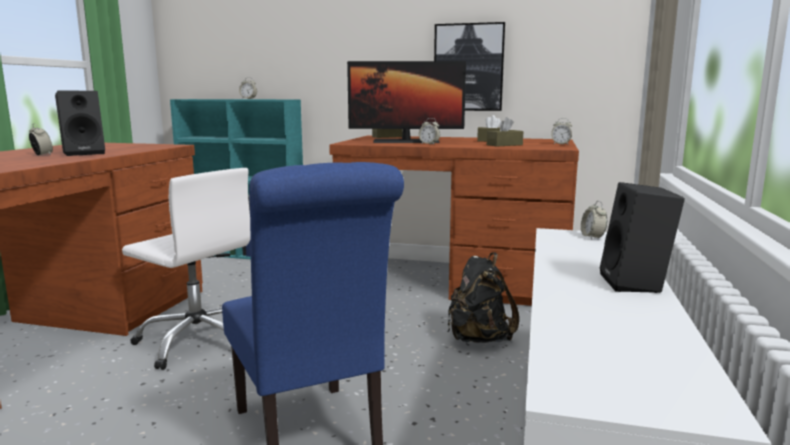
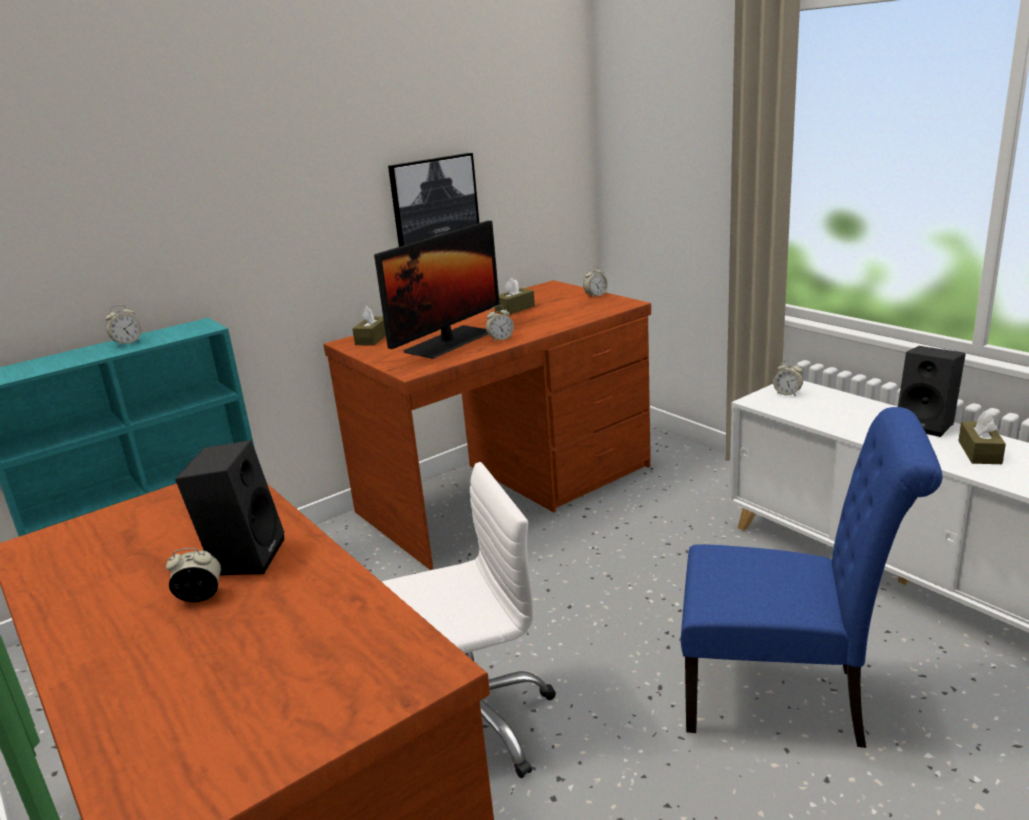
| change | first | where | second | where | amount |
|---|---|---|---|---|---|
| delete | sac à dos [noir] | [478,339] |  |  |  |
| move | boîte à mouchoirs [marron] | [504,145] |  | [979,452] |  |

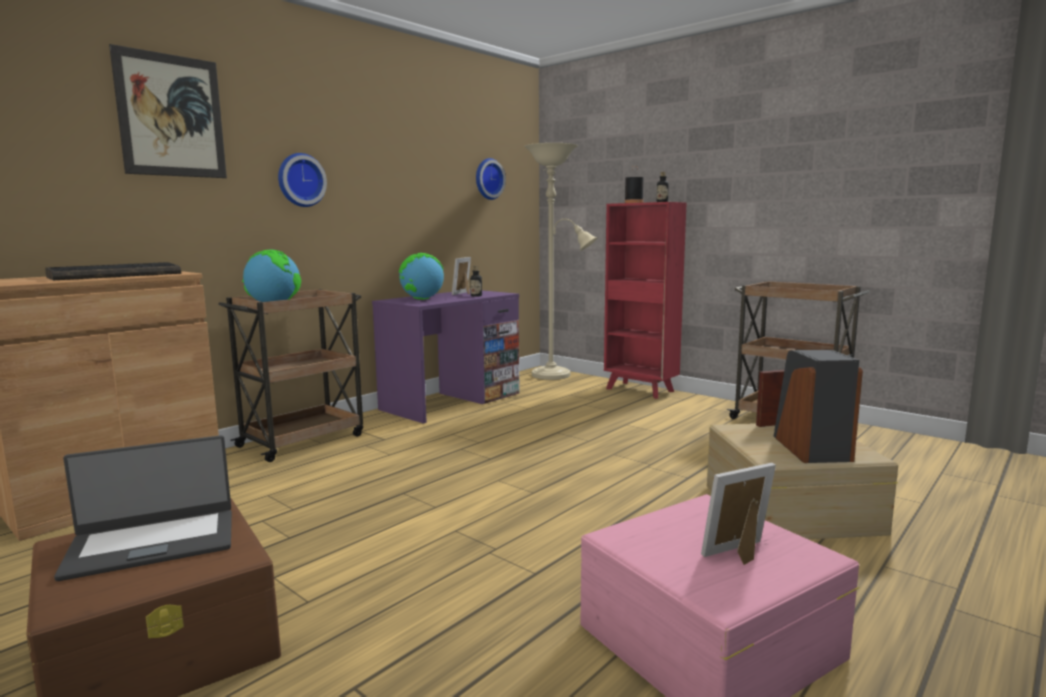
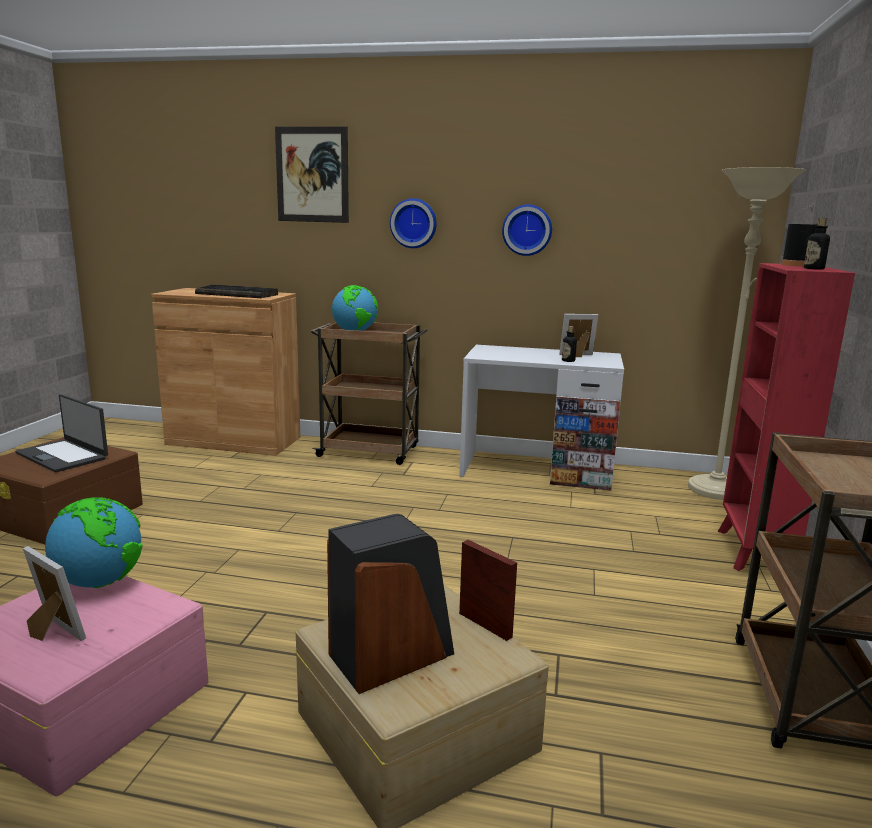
| change | first | where | second | where | amount |
|---|---|---|---|---|---|
| move | globe | [422,299] |  | [99,583] |  |
| move | horloge murale | [487,179] |  | [527,230] |  |
| recolor | bureau [violet] | [451,401] | bureau [blanc] | [536,470] |  |

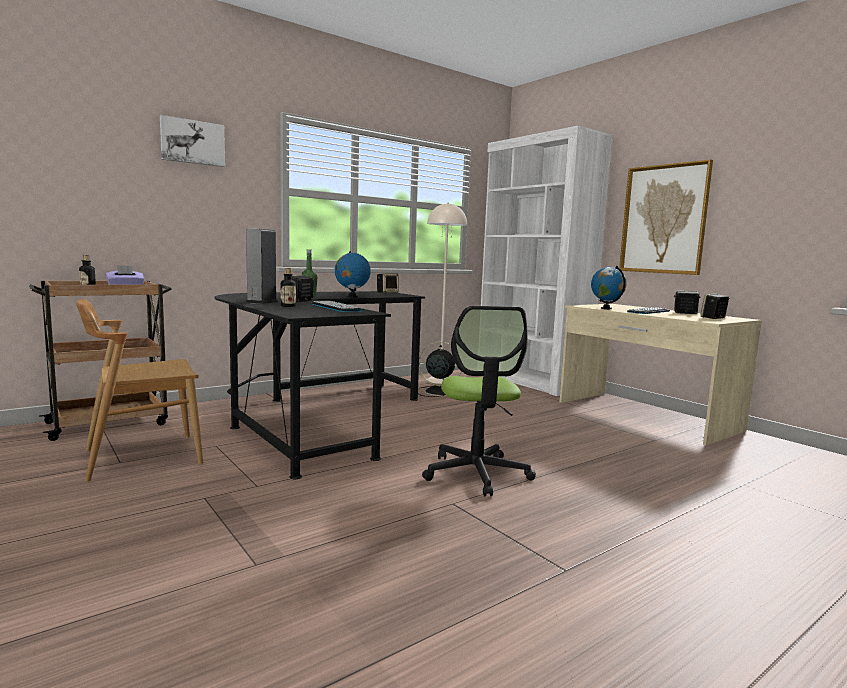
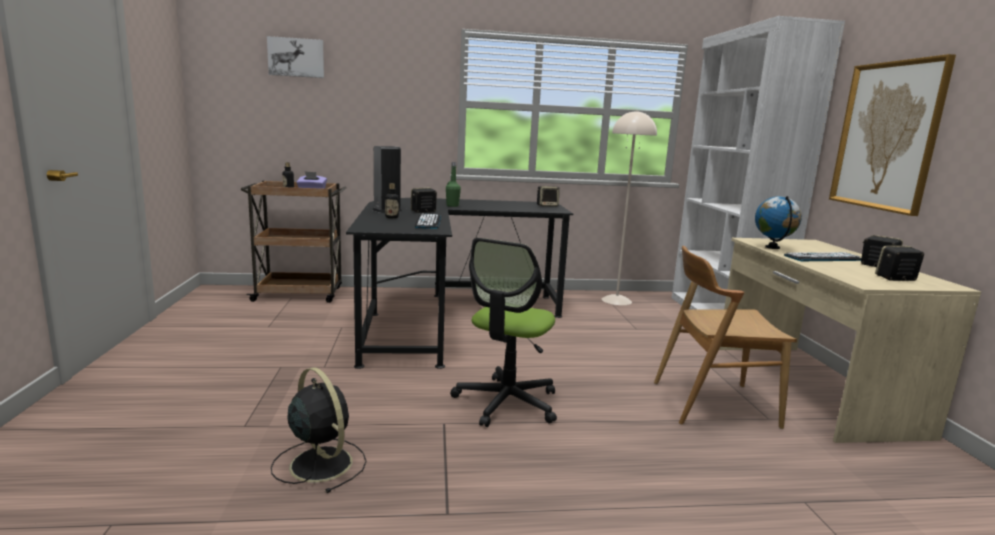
| change | first | where | second | where | amount |
|---|---|---|---|---|---|
| delete | globe | [352,297] |  |  |  |
| move | chaise [marron] | [142,457] |  | [713,403] |  |
| move | tableau | [192,142] |  | [296,57] |  |
| move | ventilateur [noir] | [437,392] |  | [319,463] |  |

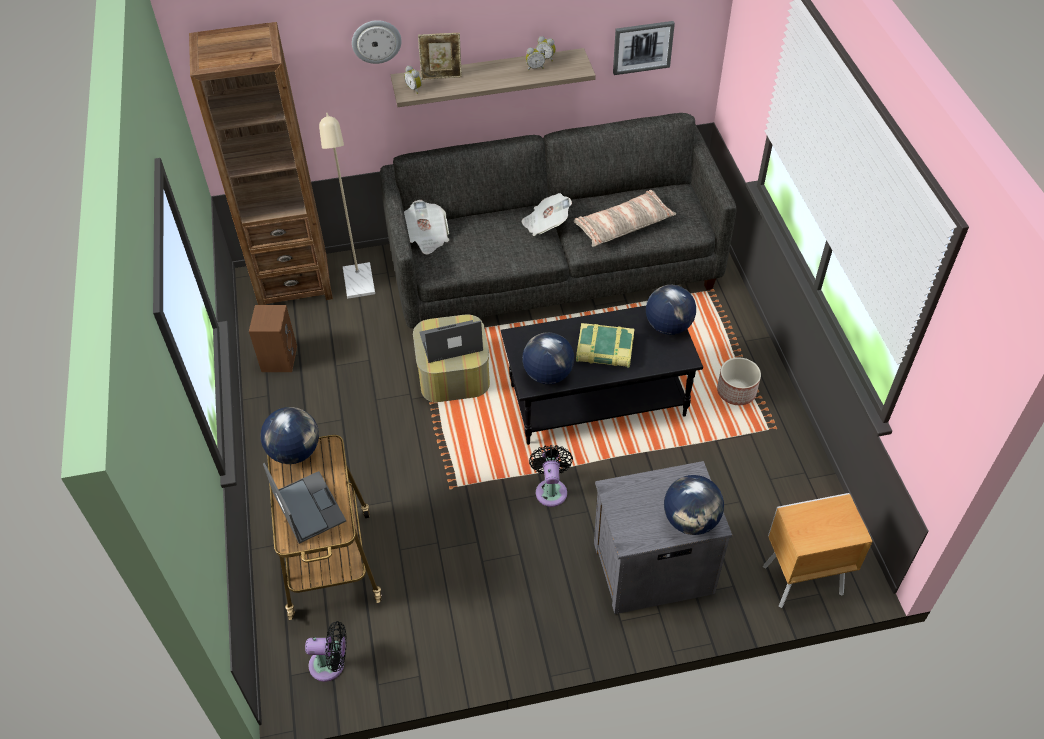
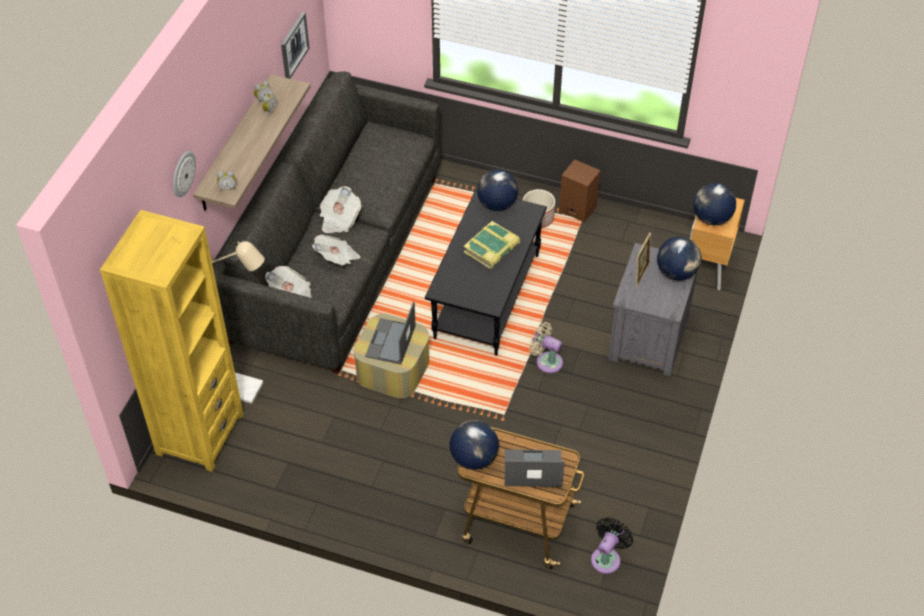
| change | first | where | second | where | amount |
|---|---|---|---|---|---|
| delete | coussin | [623,225] |  |  |  |
| insert |  |  | journal | [337,258] |  |
| move | enceinte [marron] | [278,358] |  | [576,209] |  |
| move | cadre photo | [442,77] |  | [641,274] |  |
| move | globe | [547,374] |  | [711,218] |  |
| recolor | bibliothèque [marron] | [294,283] | bibliothèque [jaune] | [199,434] |  |
| recolor | ventilateur [noir] | [551,489] | ventilateur [beige] | [546,361] |  |

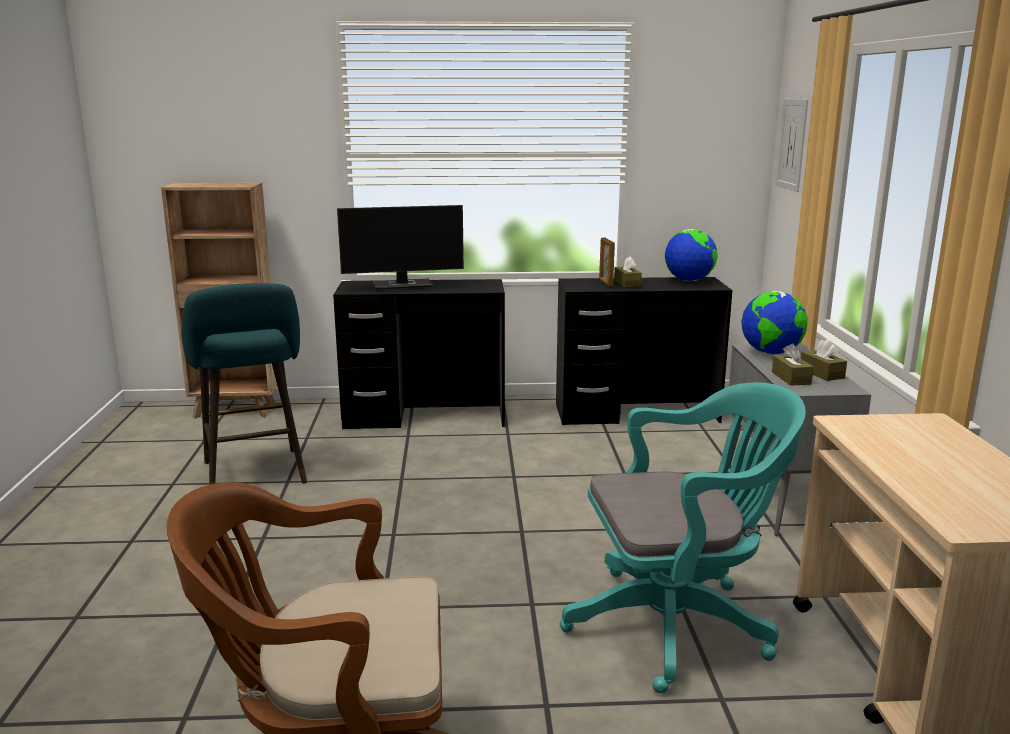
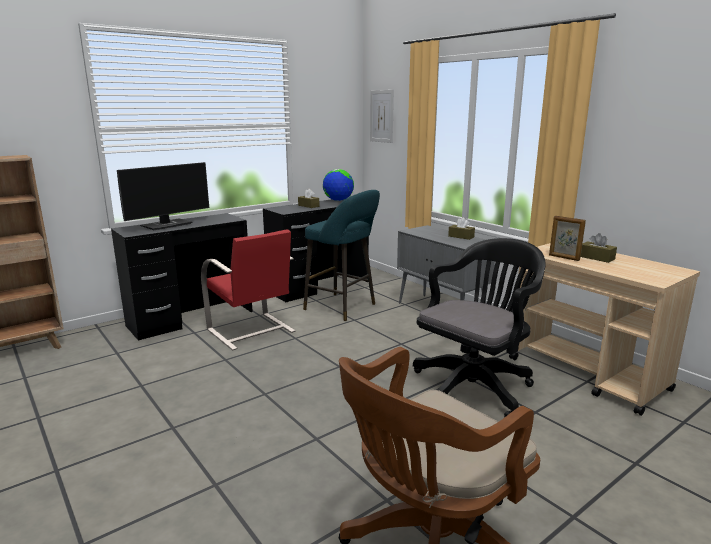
| change | first | where | second | where | amount |
|---|---|---|---|---|---|
| delete | globe | [771,353] |  |  |  |
| insert |  |  | chaise [rouge] | [251,331] |  |
| move | tabouret [turquoise] | [255,475] |  | [343,307] |  |
| move | cadre photo | [605,283] |  | [564,258] |  |
| move | boîte à mouchoirs [marron] | [791,378] |  | [596,258] |  |
| recolor | chaise de bureau [turquoise] | [678,625] | chaise de bureau [noir] | [475,386] |  |

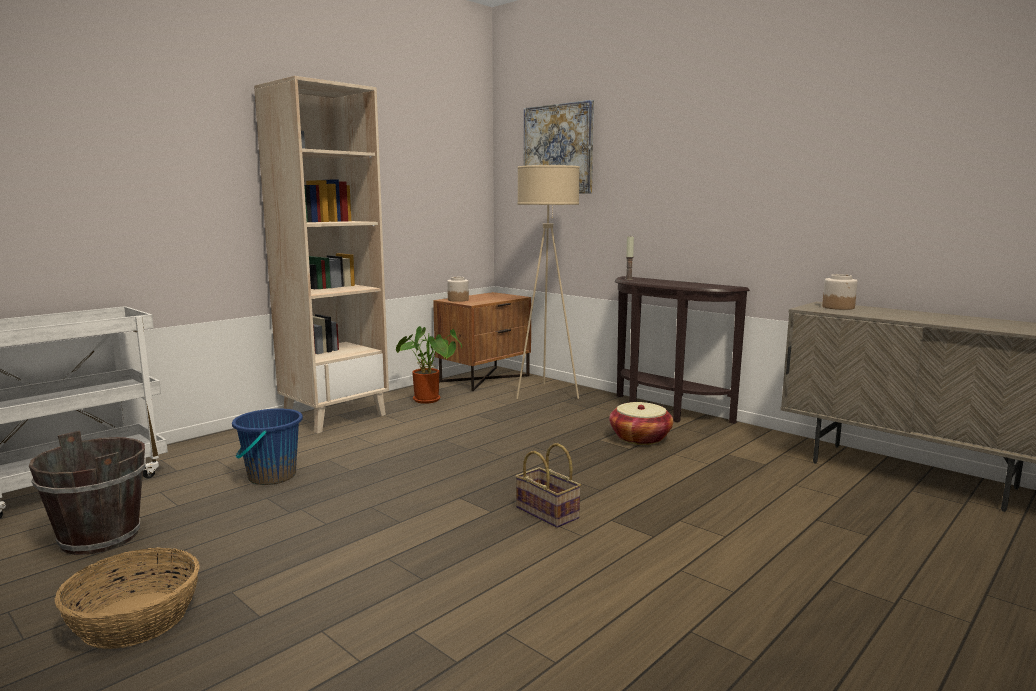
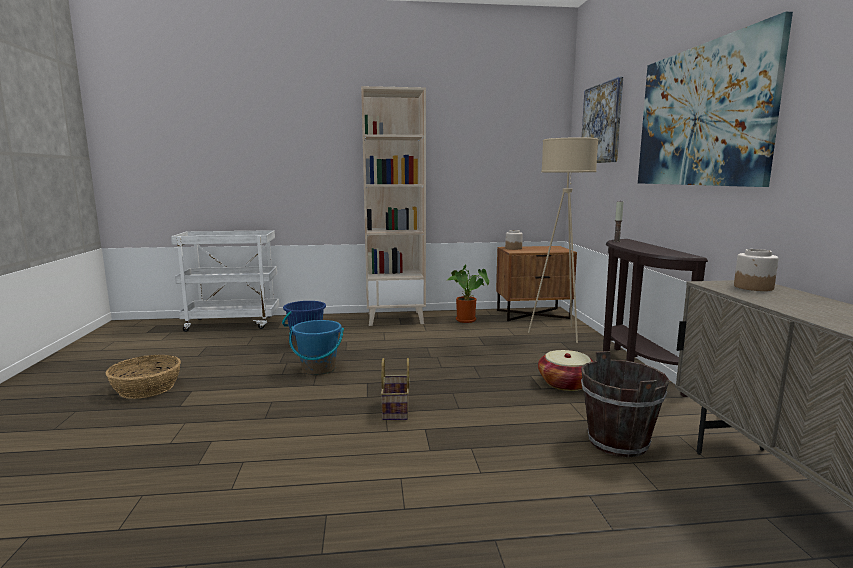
| change | first | where | second | where | amount |
|---|---|---|---|---|---|
| insert |  |  | seau [bleu] | [318,369] |  |
| insert |  |  | tableau | [701,116] |  |
| move | seau [marron] | [101,537] |  | [618,442] |  |

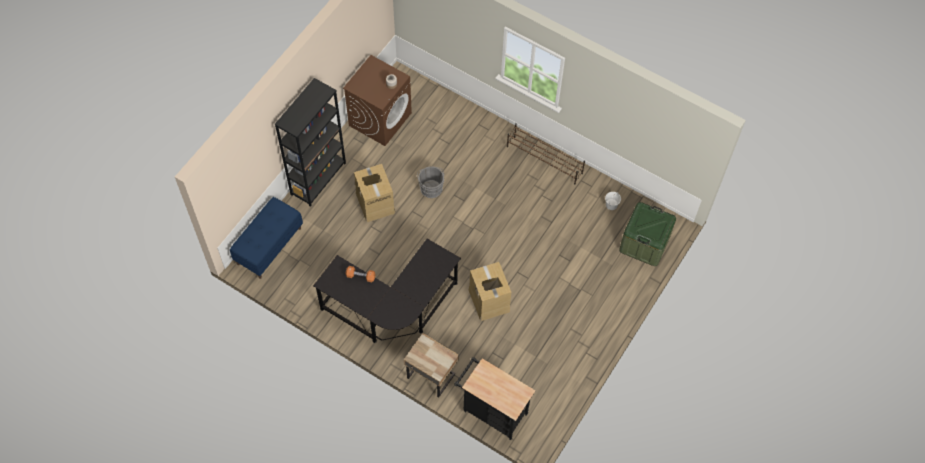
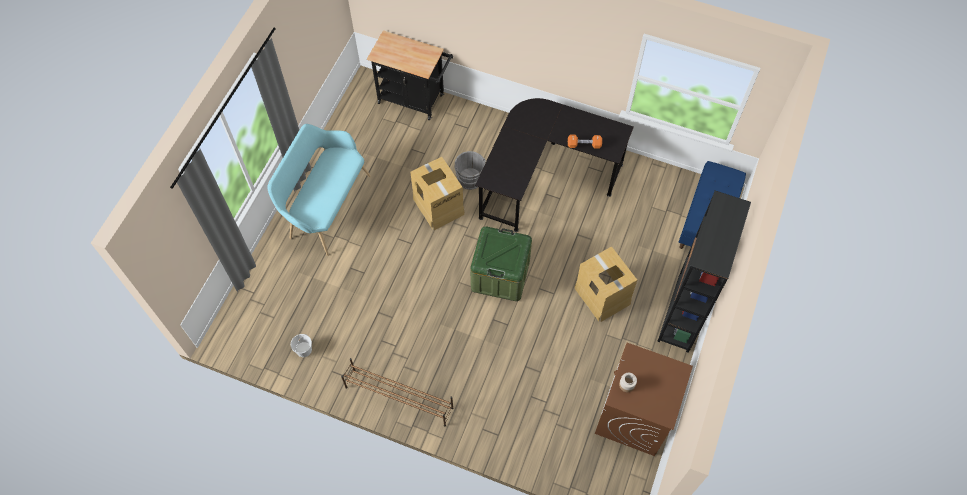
| change | first | where | second | where | amount |
|---|---|---|---|---|---|
| delete | table de chevet [beige] | [431,374] |  |  |  |
| insert |  |  | banc [turquoise] | [326,206] |  |
| move | seau [gris] | [431,187] |  | [470,180] |  |
| move | boîte de rangement [vert] | [644,243] |  | [500,275] |  |

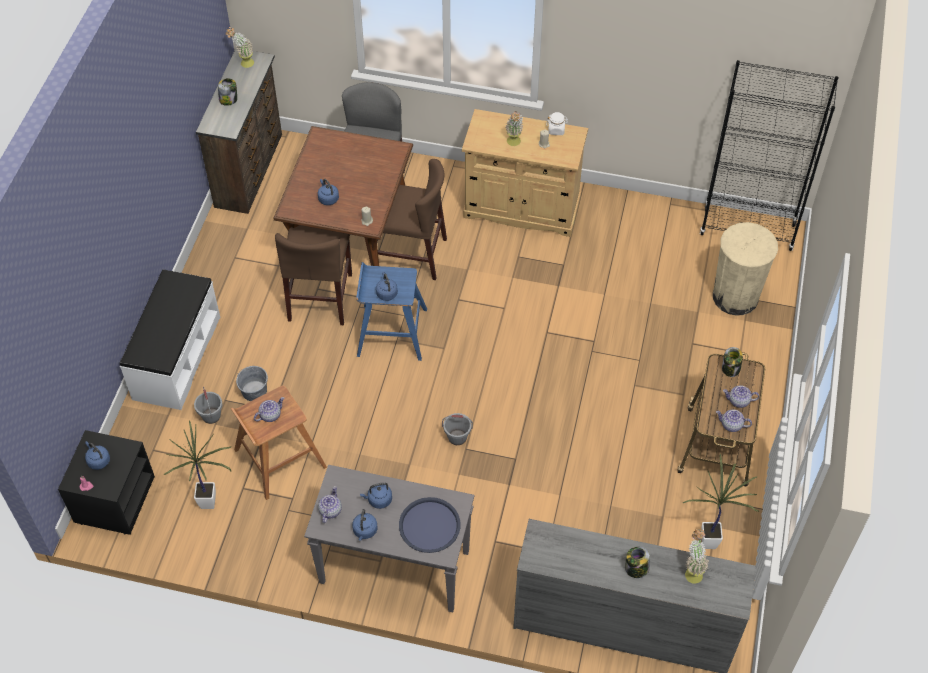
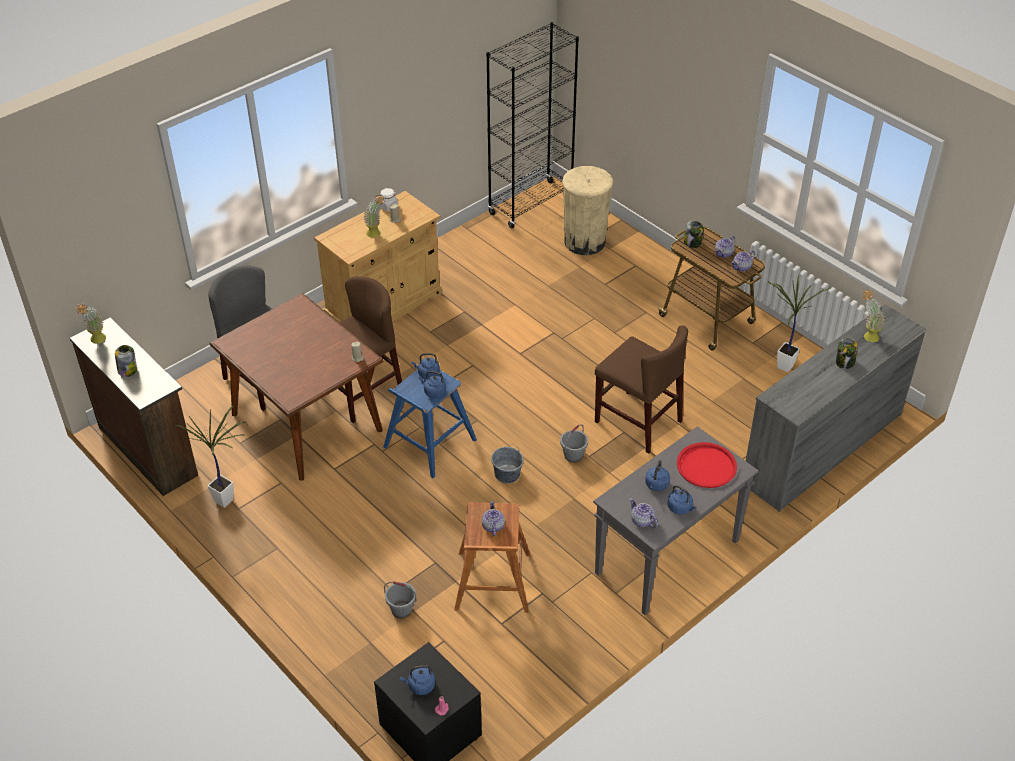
| change | first | where | second | where | amount |
|---|---|---|---|---|---|
| delete | banc [blanc] | [176,357] |  |  |  |
| move | plante en pot | [211,505] |  | [228,500] |  |
| move | seau [gris] | [254,391] |  | [507,474] |  |
| move | chaise [marron] | [320,297] |  | [638,421] |  |
| move | bouilloire [bleu] | [328,198] |  | [427,374] |  |
| recolor | plateau [bleu] | [429,526] | plateau [rouge] | [706,466] |  |

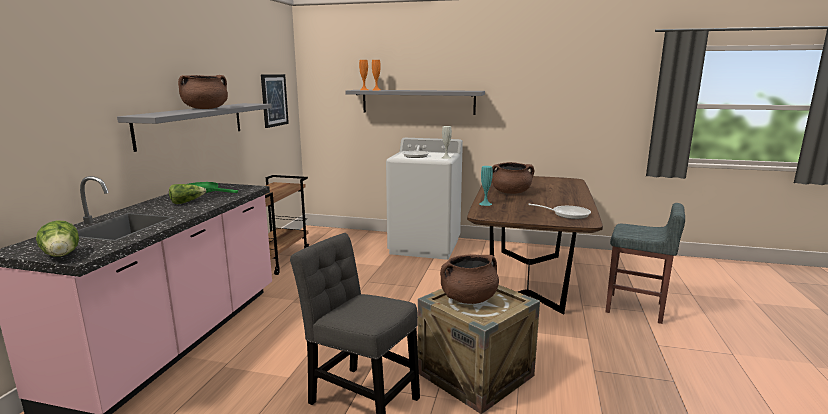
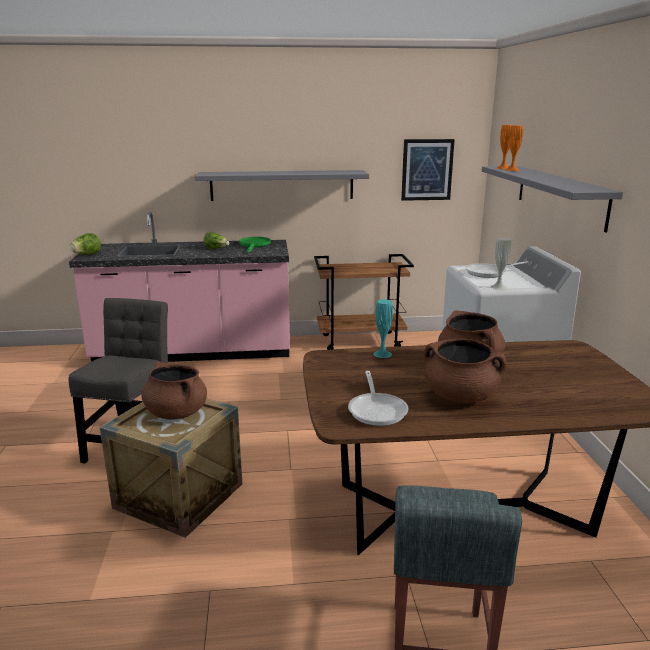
| change | first | where | second | where | amount |
|---|---|---|---|---|---|
| move | marmite [marron] | [205,109] |  | [460,396] |  |

